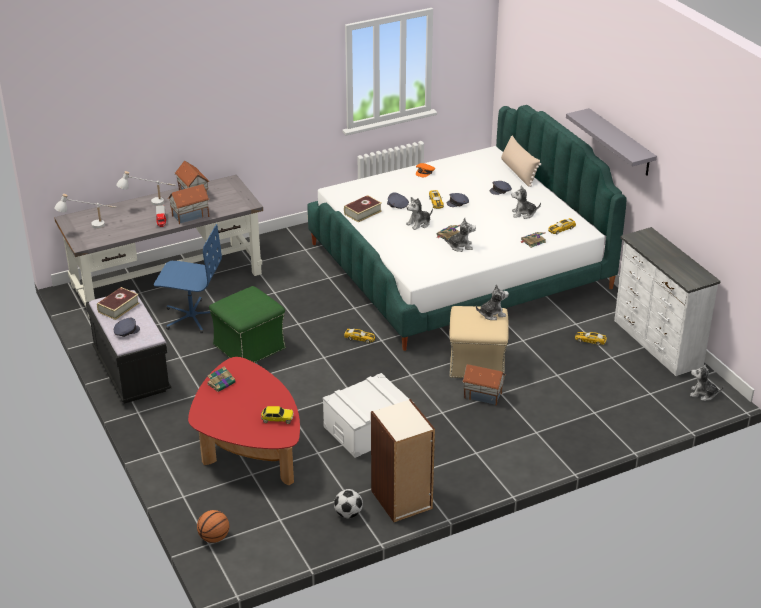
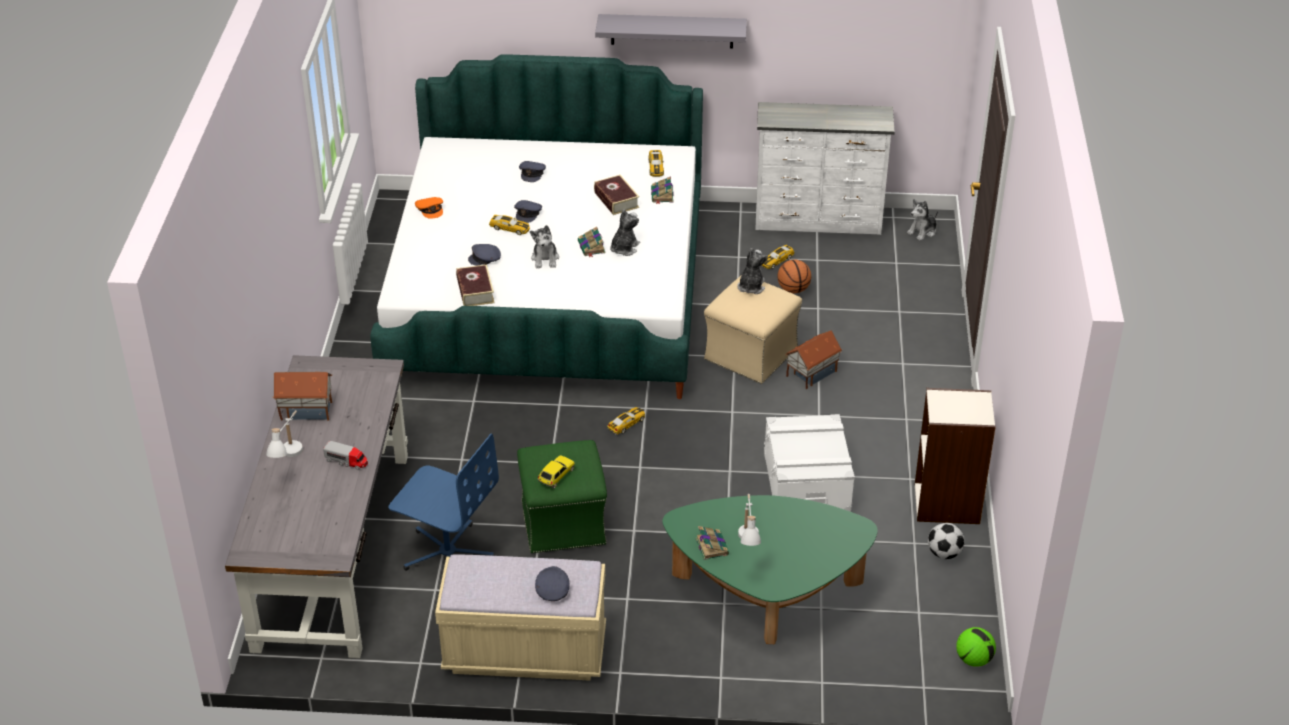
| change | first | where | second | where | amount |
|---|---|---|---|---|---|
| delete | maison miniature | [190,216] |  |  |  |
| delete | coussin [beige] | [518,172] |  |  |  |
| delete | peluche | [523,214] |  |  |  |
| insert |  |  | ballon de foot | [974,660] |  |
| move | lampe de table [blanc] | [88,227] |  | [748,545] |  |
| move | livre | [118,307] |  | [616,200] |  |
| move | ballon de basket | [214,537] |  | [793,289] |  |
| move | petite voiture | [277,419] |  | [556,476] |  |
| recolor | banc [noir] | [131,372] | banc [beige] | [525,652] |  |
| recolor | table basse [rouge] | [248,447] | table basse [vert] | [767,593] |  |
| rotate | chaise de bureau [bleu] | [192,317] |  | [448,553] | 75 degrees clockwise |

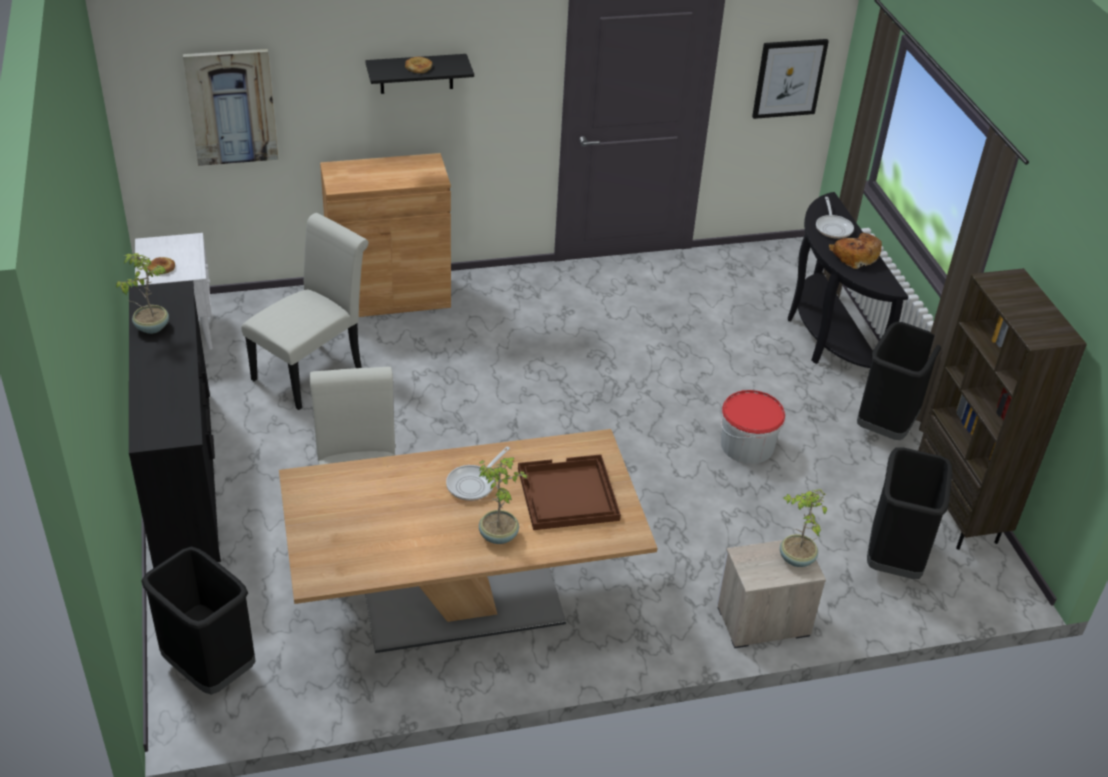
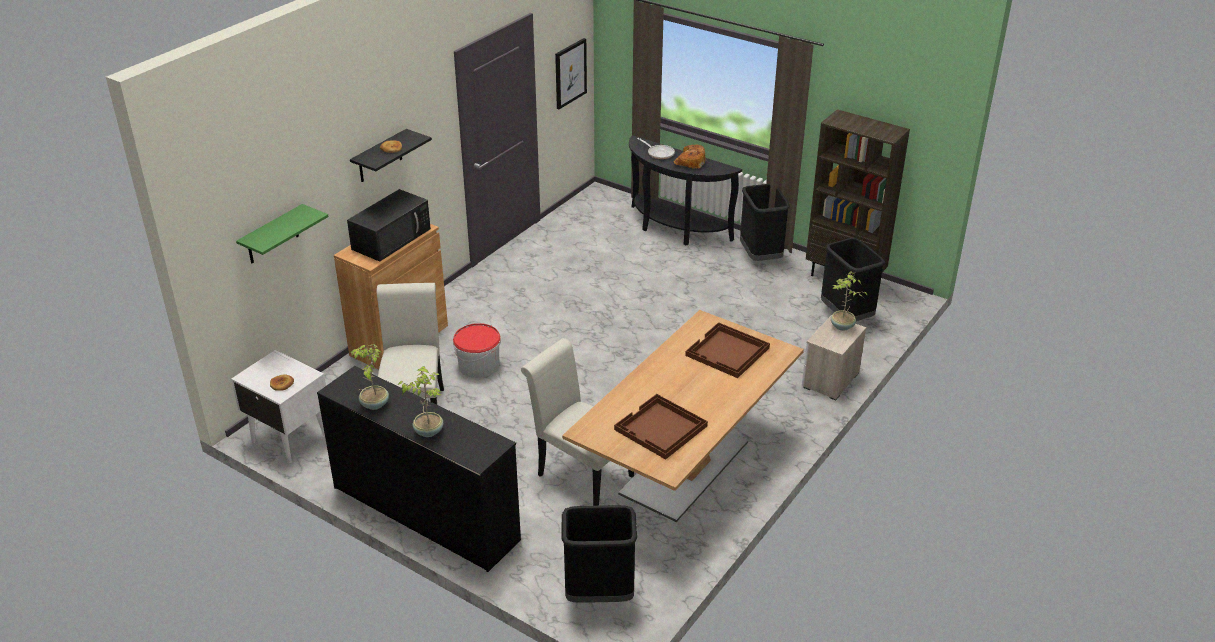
| change | first | where | second | where | amount |
|---|---|---|---|---|---|
| delete | poêle | [473,484] |  |  |  |
| insert |  |  | micro-ondes [noir] | [392,238] |  |
| insert |  |  | plateau [marron] | [661,428] |  |
| move | plante en pot | [499,535] |  | [428,431] |  |
| move | seau | [747,445] |  | [479,365] |  |
| replace | tableau | [232,107] | étagère [vert] | [272,235] |  |

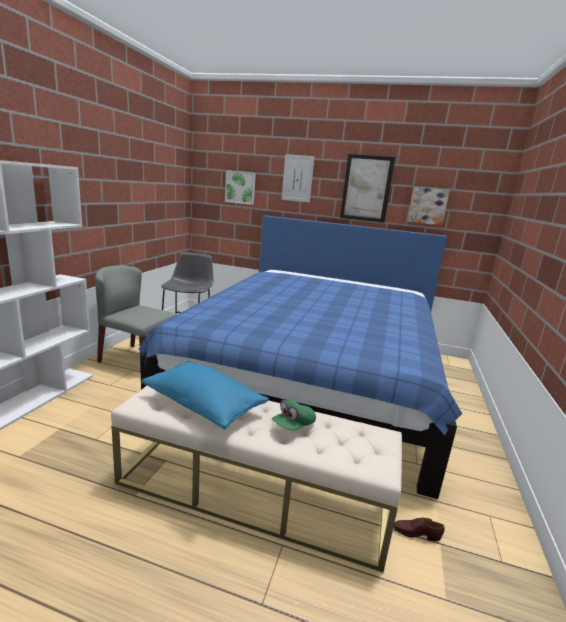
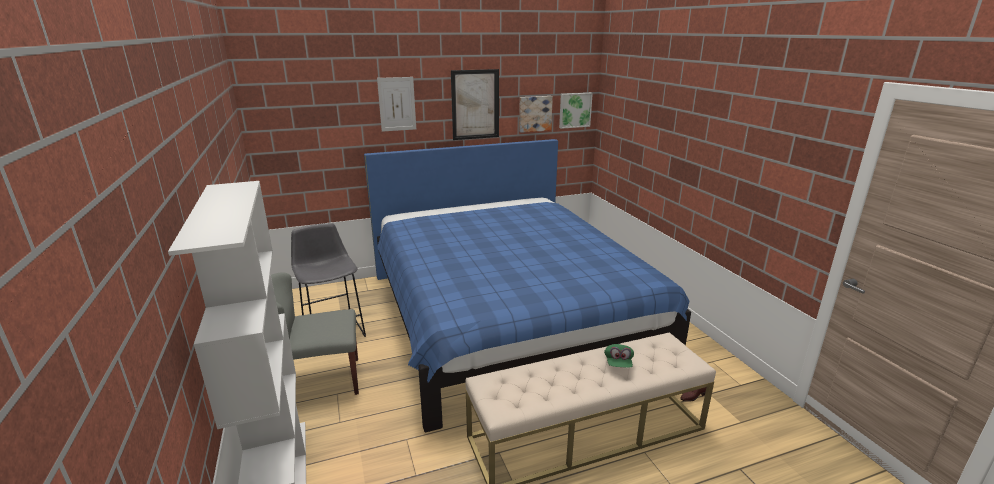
| change | first | where | second | where | amount |
|---|---|---|---|---|---|
| delete | coussin [bleu] | [203,405] |  |  |  |
| move | tableau | [240,187] |  | [574,110] |  |

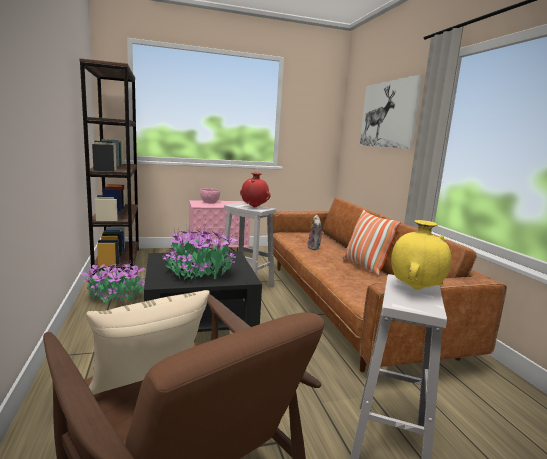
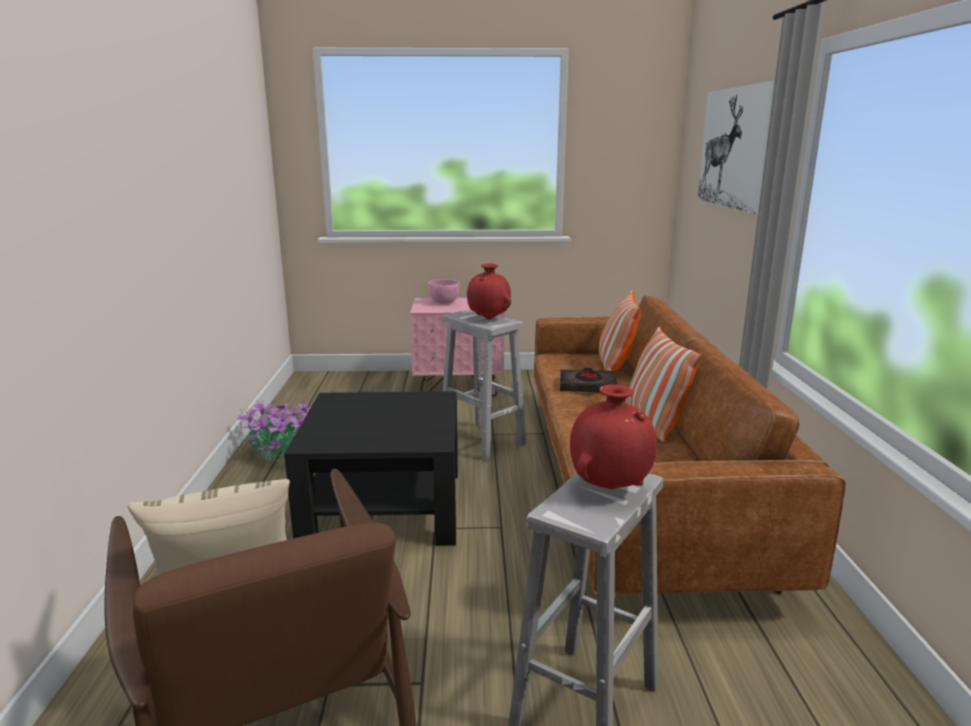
| change | first | where | second | where | amount |
|---|---|---|---|---|---|
| delete | bibliothèque [marron] | [117,262] |  |  |  |
| delete | plante en pot | [199,273] |  |  |  |
| insert |  |  | coussin | [615,366] |  |
| replace | peluche | [314,248] | livre [noir] | [587,386] |  |
| recolor | vase [jaune] | [415,289] | vase [rouge] | [610,487] |  |

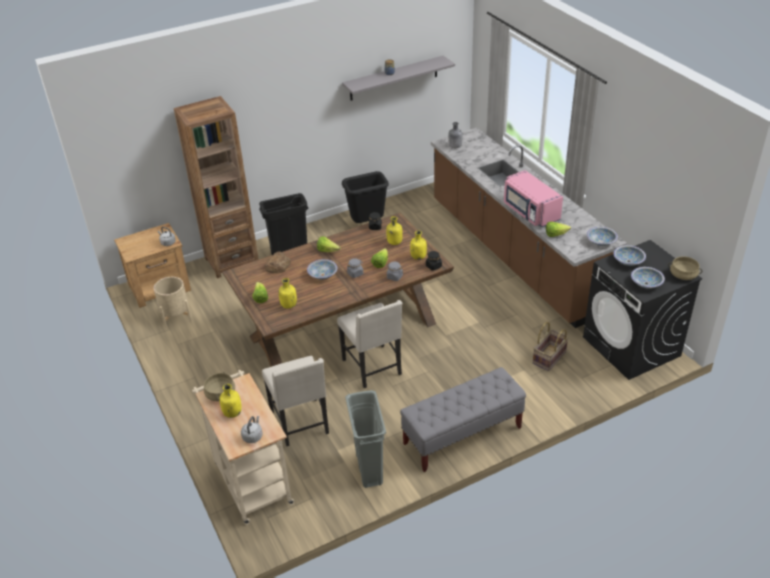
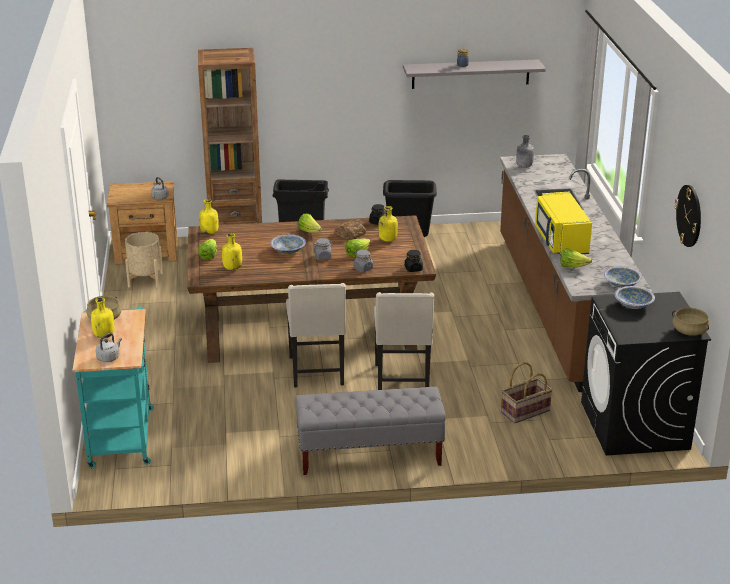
| change | first | where | second | where | amount |
|---|---|---|---|---|---|
| delete | poubelle [gris] | [369,468] |  |  |  |
| delete | bol | [646,283] |  |  |  |
| insert |  |  | horloge murale | [689,215] |  |
| move | chaise [beige] | [301,423] |  | [403,381] |  |
| move | pain | [278,265] |  | [350,233] |  |
| move | bouteille [jaune] | [418,257] |  | [209,232] |  |
| recolor | chariot [beige] | [250,479] | chariot [turquoise] | [121,433] |  |
| recolor | micro-ondes [rose] | [530,212] | micro-ondes [jaune] | [560,241] |  |

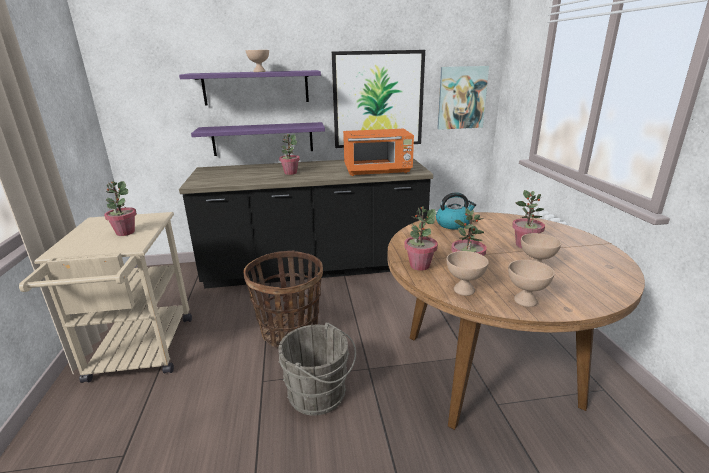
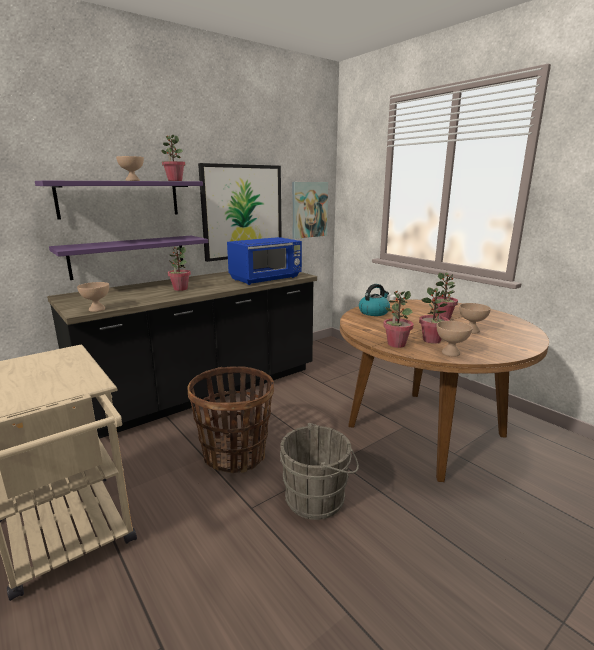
| change | first | where | second | where | amount |
|---|---|---|---|---|---|
| move | plante en pot | [125,232] |  | [175,181] |  |
| move | bol [beige] | [524,300] |  | [96,309] |  |
| recolor | micro-ondes [orange] | [378,171] | micro-ondes [bleu] | [266,279] |  |

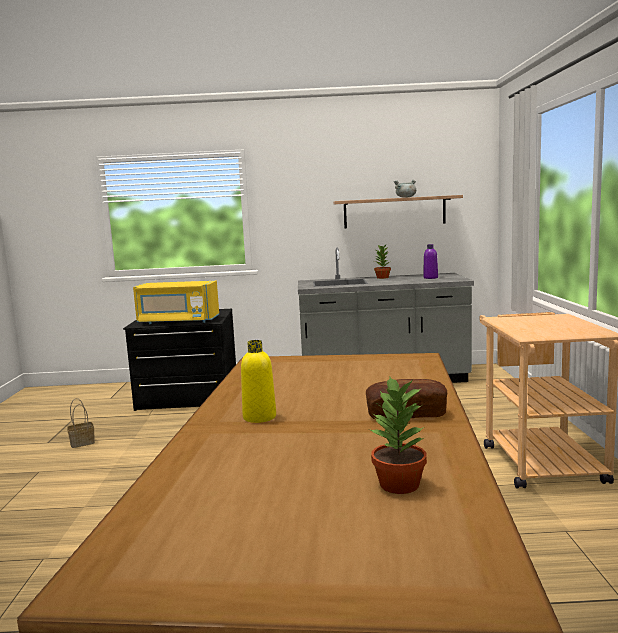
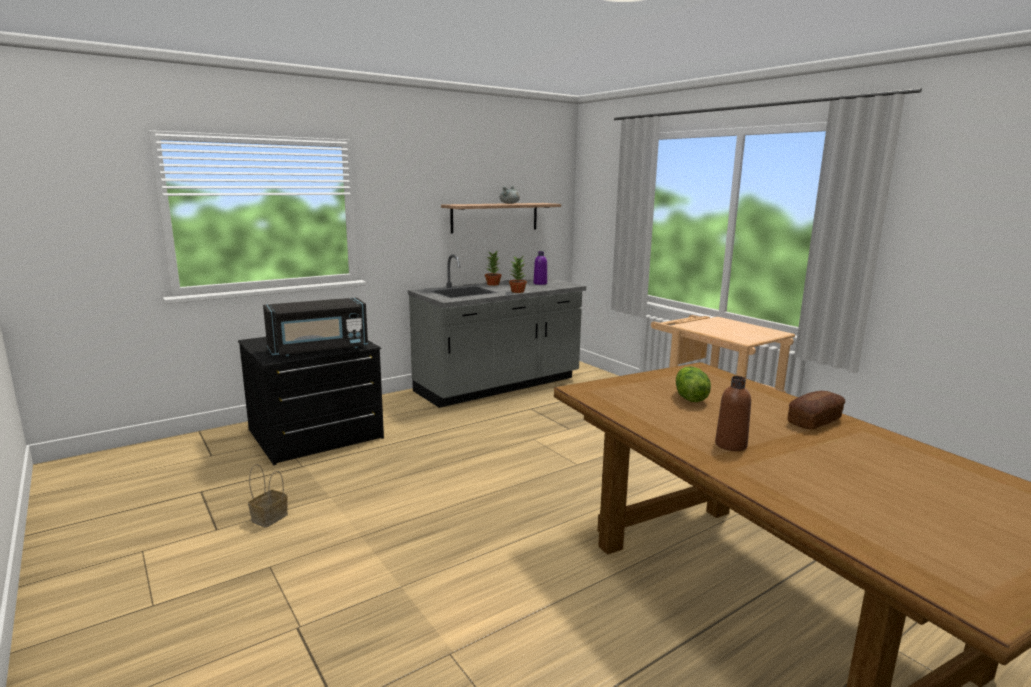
| change | first | where | second | where | amount |
|---|---|---|---|---|---|
| insert |  |  | laitue | [689,398] |  |
| move | plante en pot | [399,485] |  | [517,291] |  |
| recolor | micro-ondes [jaune] | [178,321] | micro-ondes [noir] | [318,349] |  |
| recolor | bouteille [jaune] | [259,417] | bouteille [marron] | [731,445] |  |

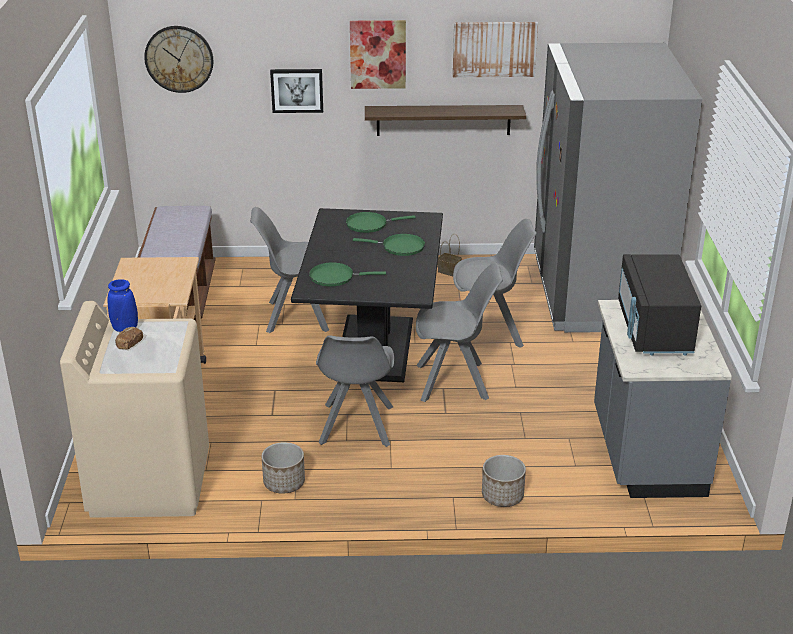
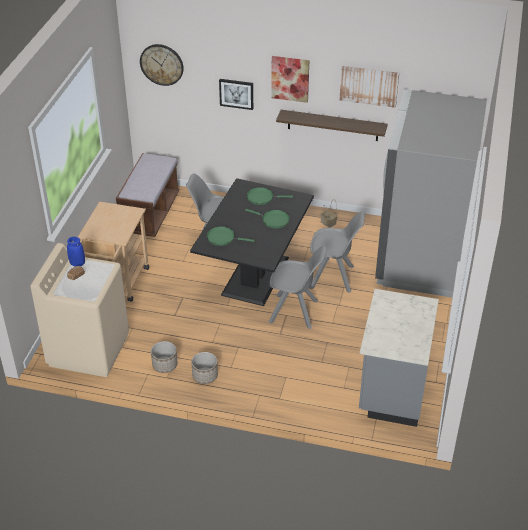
| change | first | where | second | where | amount |
|---|---|---|---|---|---|
| delete | chaise [gris] | [356,426] |  |  |  |
| delete | micro-ondes [noir] | [653,330] |  |  |  |
| move | cache-pot | [502,496] |  | [205,376] |  |

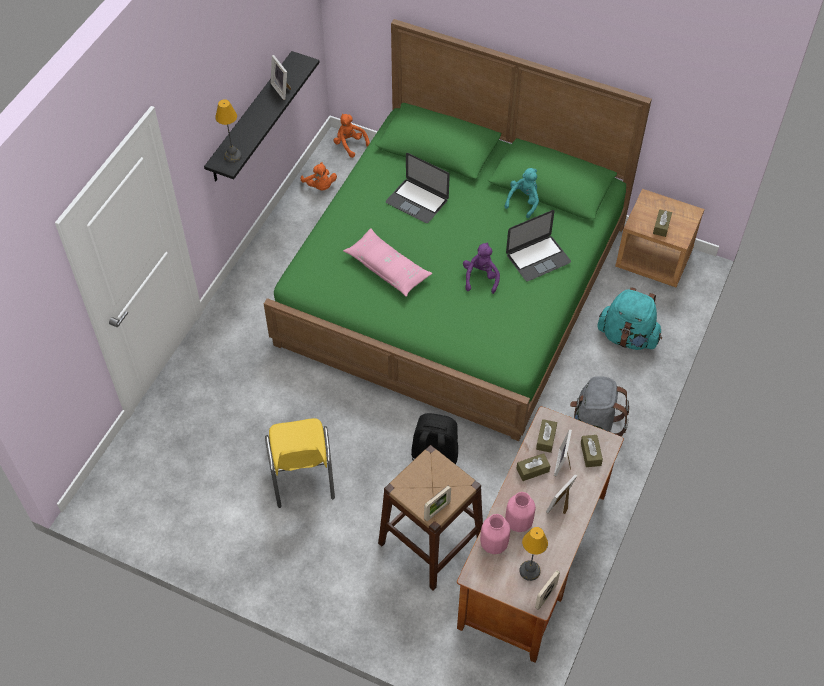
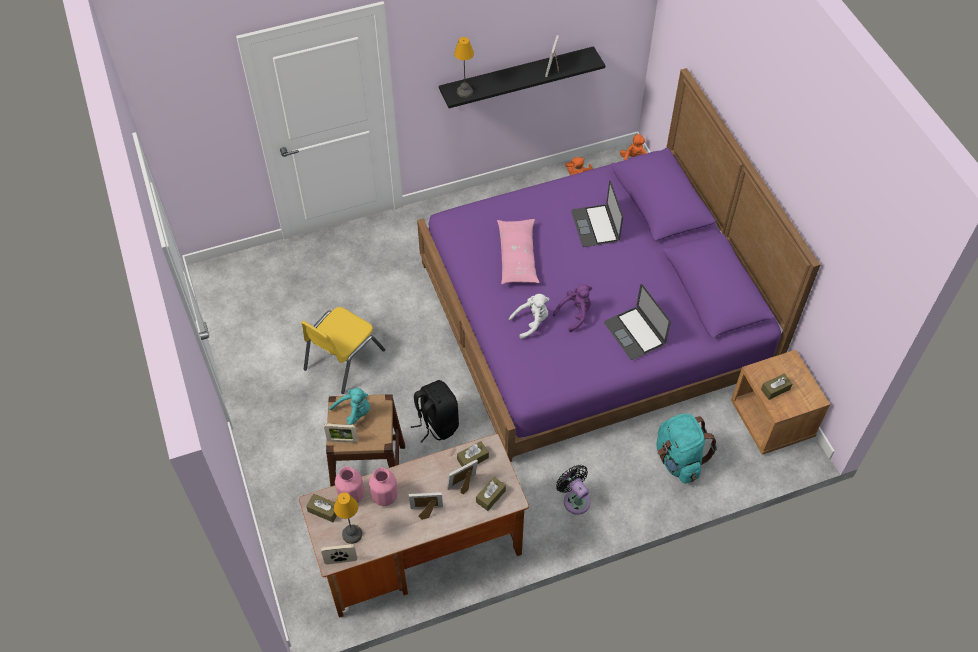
| change | first | where | second | where | amount |
|---|---|---|---|---|---|
| insert |  |  | peluche [blanc] | [531,322] |  |
| move | peluche [turquoise] | [523,201] |  | [353,415] |  |
| move | boîte à mouchoirs [marron] | [532,470] |  | [324,510] |  |
| replace | sac à dos [gris] | [594,425] | ventilateur [noir] | [575,499] |  |
| recolor | lit [vert] | [453,283] | lit [violet] | [593,316] |  |
| rotate | ordinateur portable | [538,258] |  | [634,333] | 45 degrees clockwise |

